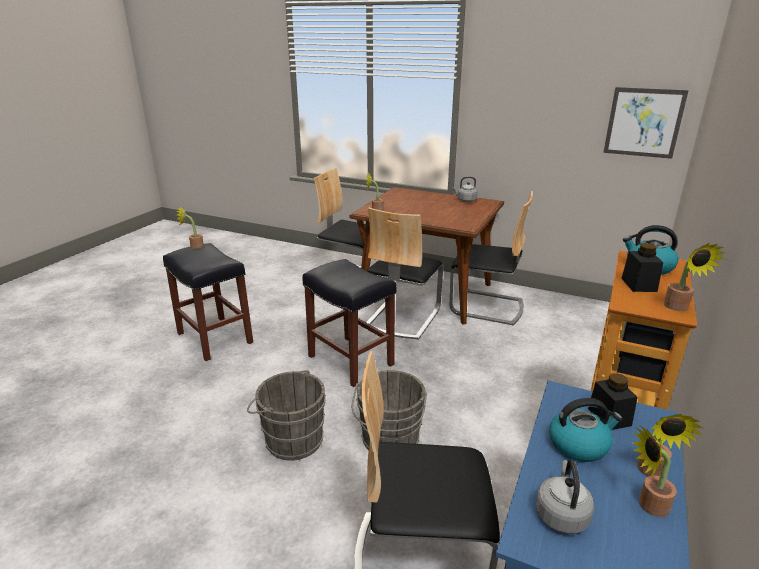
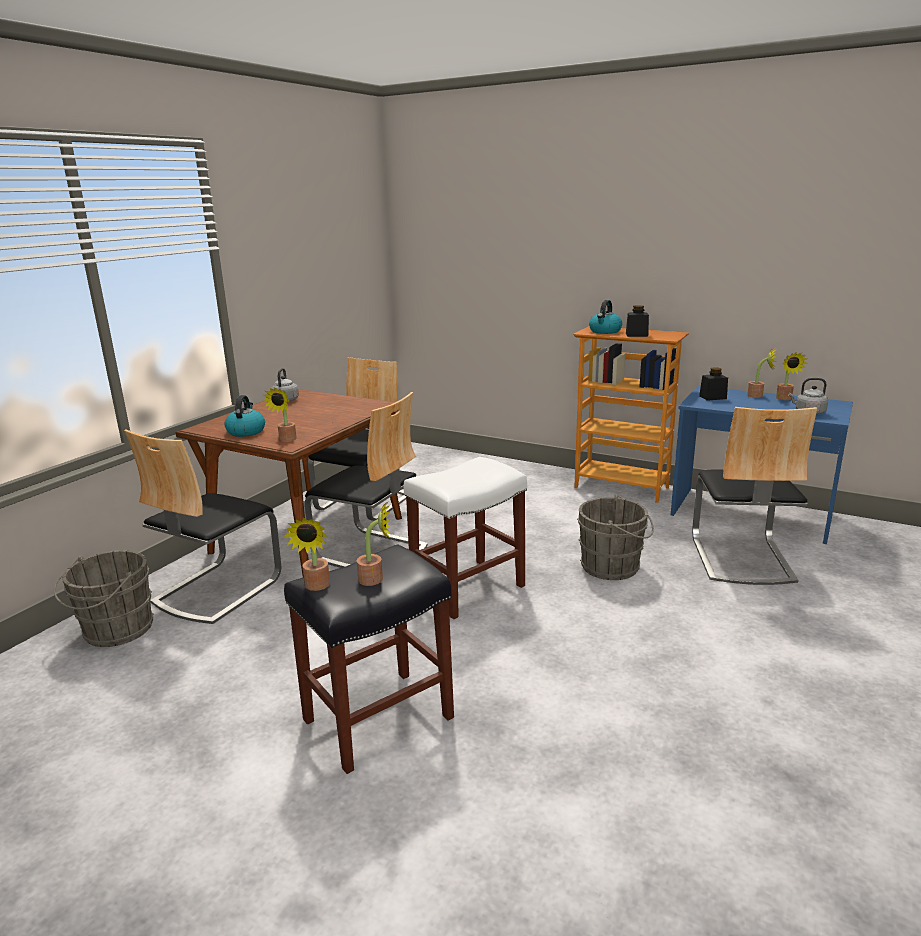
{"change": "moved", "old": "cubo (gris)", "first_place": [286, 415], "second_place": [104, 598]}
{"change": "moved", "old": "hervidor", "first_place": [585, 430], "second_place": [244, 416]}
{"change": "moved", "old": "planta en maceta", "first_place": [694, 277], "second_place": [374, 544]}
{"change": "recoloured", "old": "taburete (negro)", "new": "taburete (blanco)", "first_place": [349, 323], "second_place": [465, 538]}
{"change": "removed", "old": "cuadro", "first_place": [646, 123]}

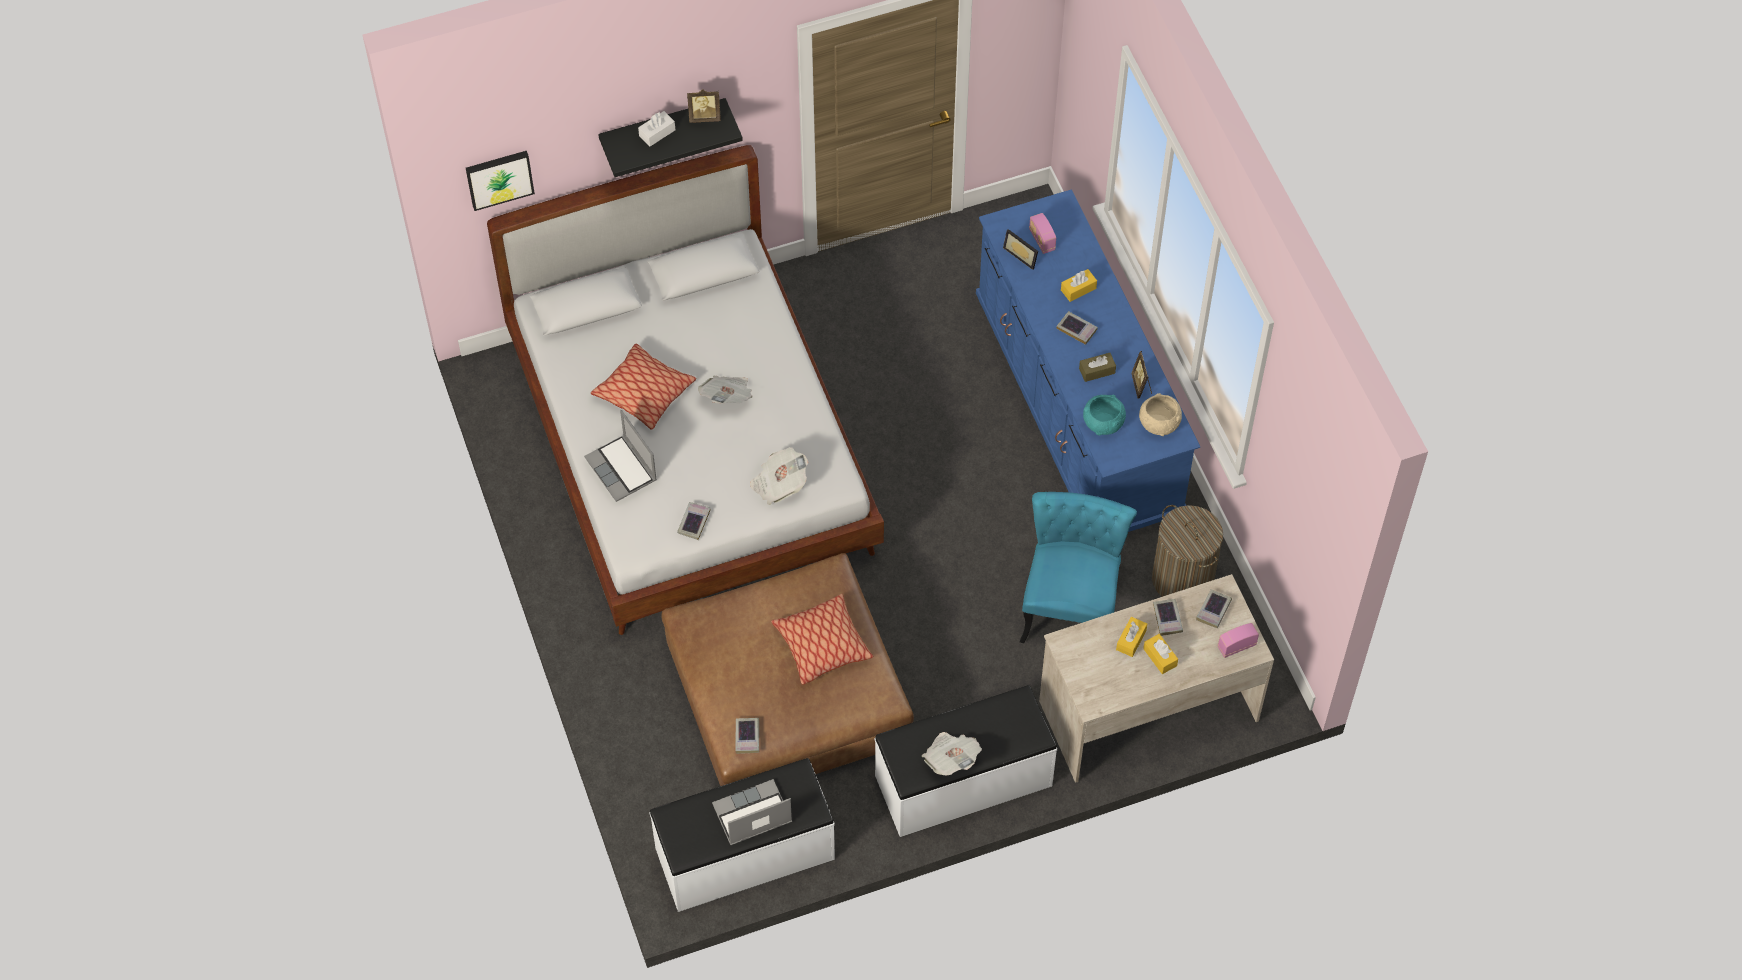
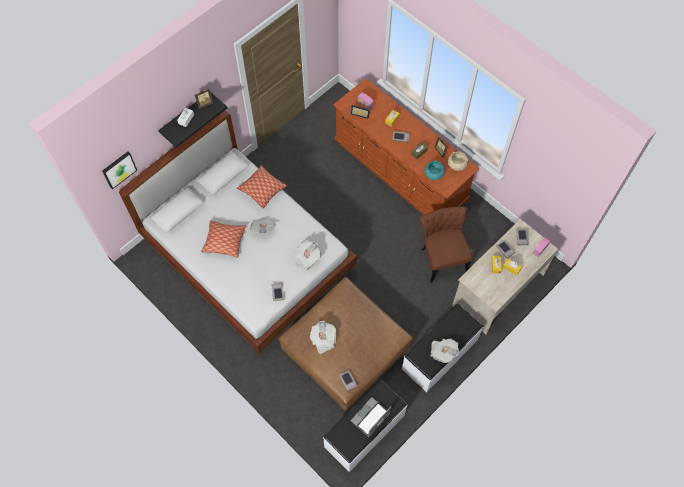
{"change": "moved", "old": "cojín", "first_place": [822, 639], "second_place": [262, 187]}
{"change": "added", "new": "periódico", "second_place": [323, 337]}
{"change": "recoloured", "old": "cómoda (azul)", "new": "cómoda (marrón)", "first_place": [1088, 360], "second_place": [406, 146]}
{"change": "recoloured", "old": "silla (turquesa)", "new": "silla (marrón)", "first_place": [1078, 567], "second_place": [446, 245]}
{"change": "removed", "old": "portátil", "first_place": [620, 456]}
{"change": "removed", "old": "cesto de la ropa", "first_place": [1187, 551]}

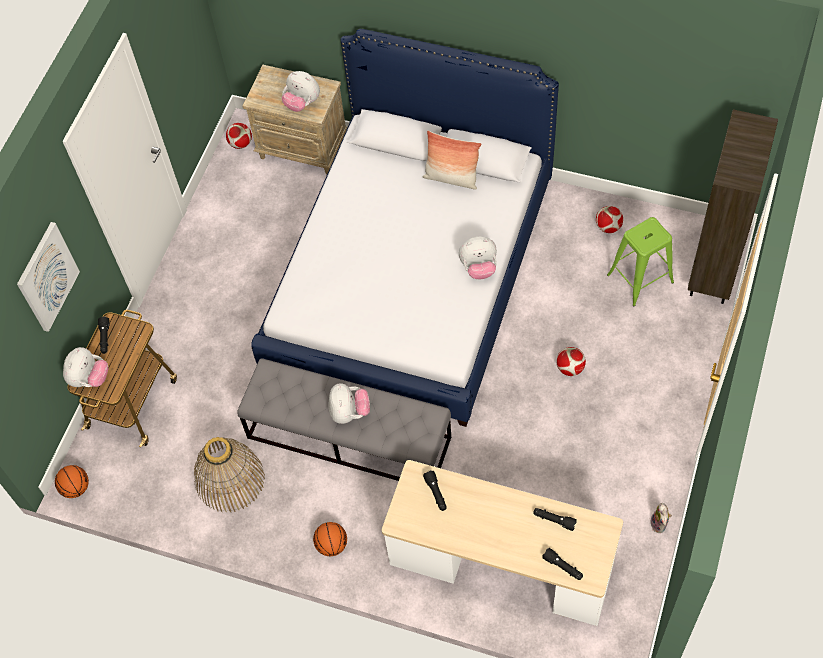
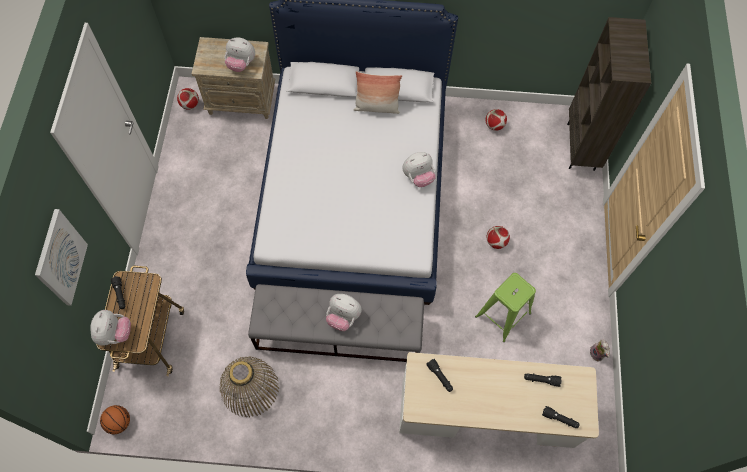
{"change": "turned", "old": "peluche", "first_place": [349, 403], "second_place": [344, 312], "degrees": 135}
{"change": "moved", "old": "taburete (verde)", "first_place": [640, 261], "second_place": [505, 307]}
{"change": "removed", "old": "balón de baloncesto", "first_place": [330, 539]}

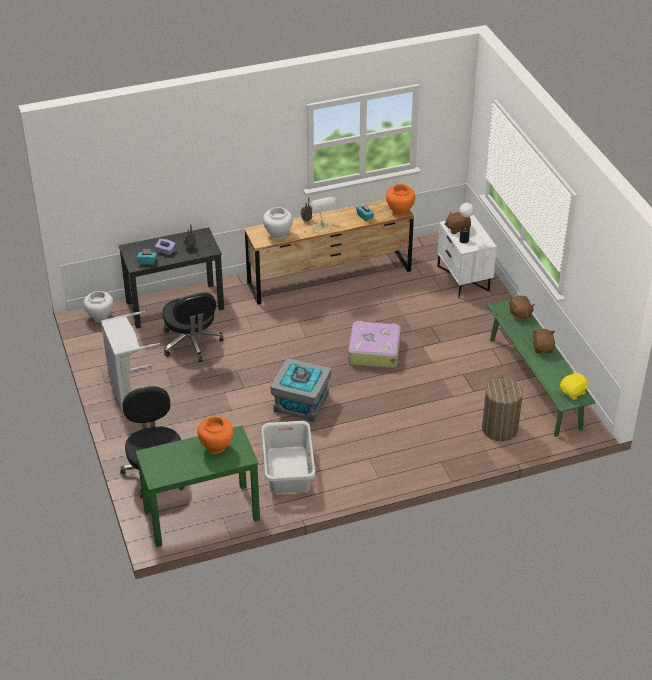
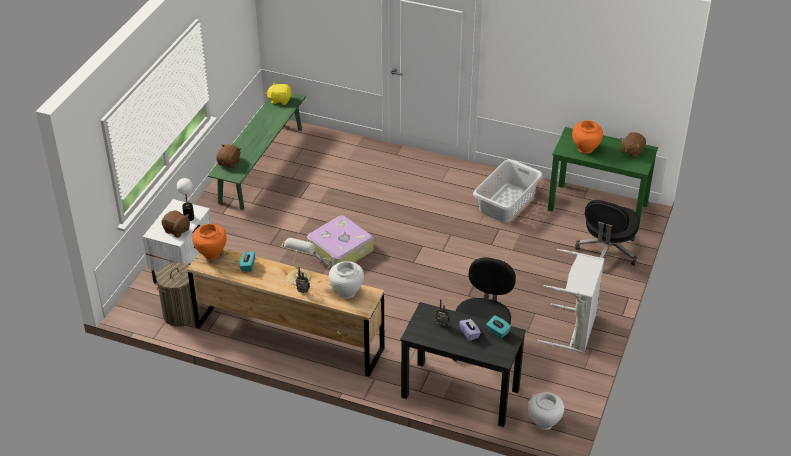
{"change": "moved", "old": "cesto de la ropa", "first_place": [502, 409], "second_place": [177, 295]}
{"change": "moved", "old": "peluche (marrón)", "first_place": [543, 341], "second_place": [633, 145]}
{"change": "removed", "old": "caja de almacenaje (gris)", "first_place": [301, 390]}

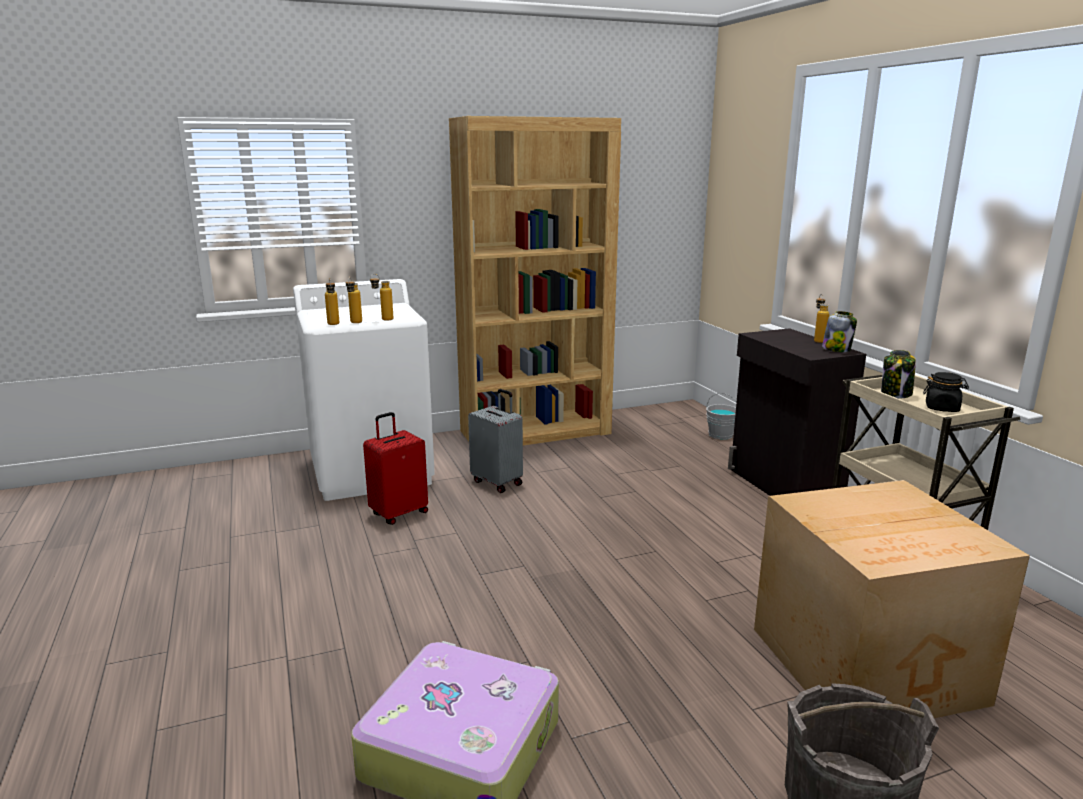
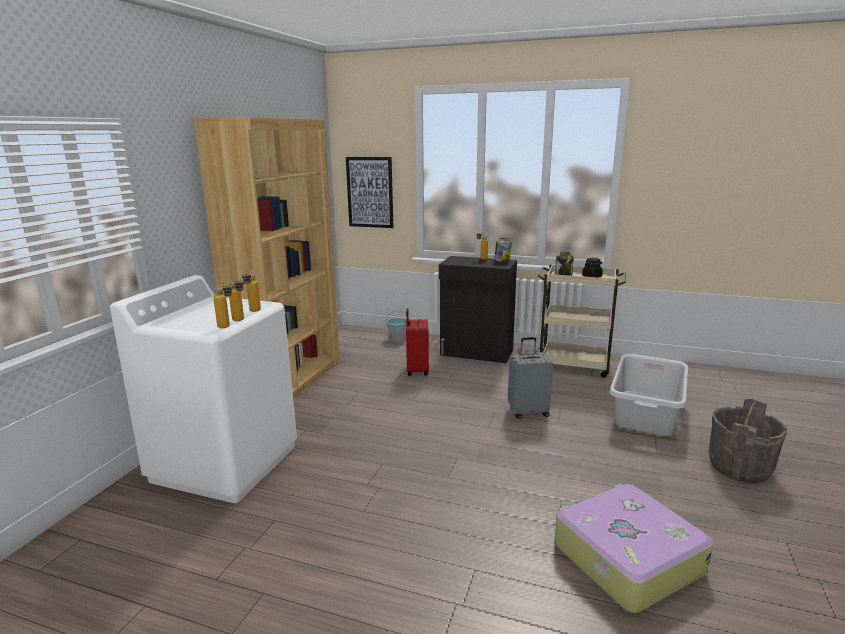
{"change": "added", "new": "cuadro", "second_place": [370, 192]}
{"change": "moved", "old": "maleta (rojo)", "first_place": [395, 468], "second_place": [417, 342]}
{"change": "moved", "old": "maleta (gris)", "first_place": [495, 441], "second_place": [530, 378]}
{"change": "replaced", "old": "caja de cartón", "new": "cesto de la ropa (gris)", "first_place": [892, 599], "second_place": [648, 395]}

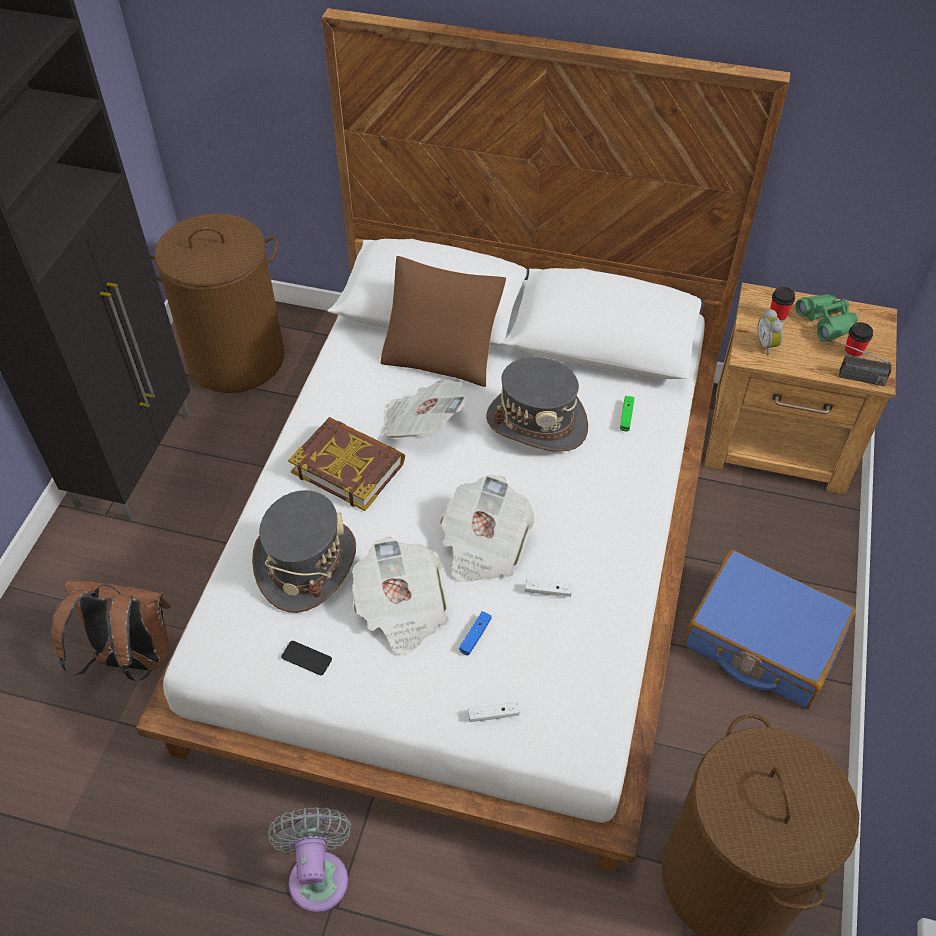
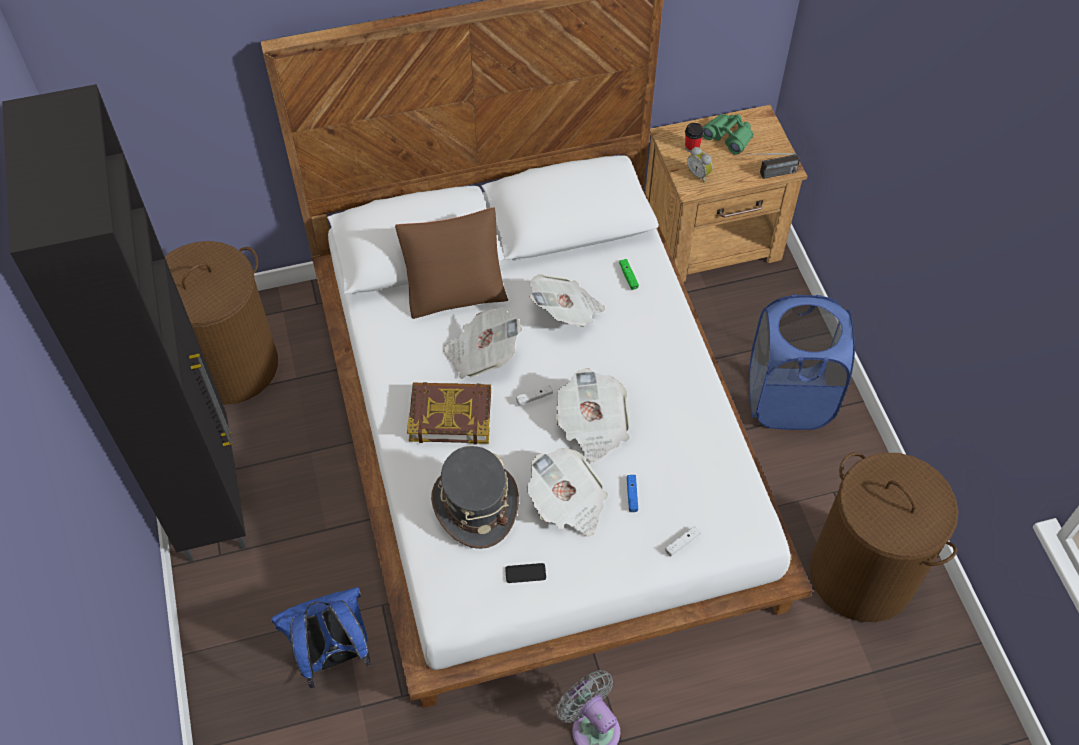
{"change": "recoloured", "old": "mochila (marrón)", "new": "mochila (azul)", "first_place": [111, 631], "second_place": [321, 637]}
{"change": "moved", "old": "mando de consola (blanco)", "first_place": [548, 588], "second_place": [534, 395]}
{"change": "replaced", "old": "sombrero (gris)", "new": "periódico", "first_place": [537, 404], "second_place": [567, 300]}
{"change": "replaced", "old": "maleta (azul)", "new": "cesto de la ropa (azul)", "first_place": [770, 629], "second_place": [802, 362]}
{"change": "removed", "old": "taza", "first_place": [858, 340]}

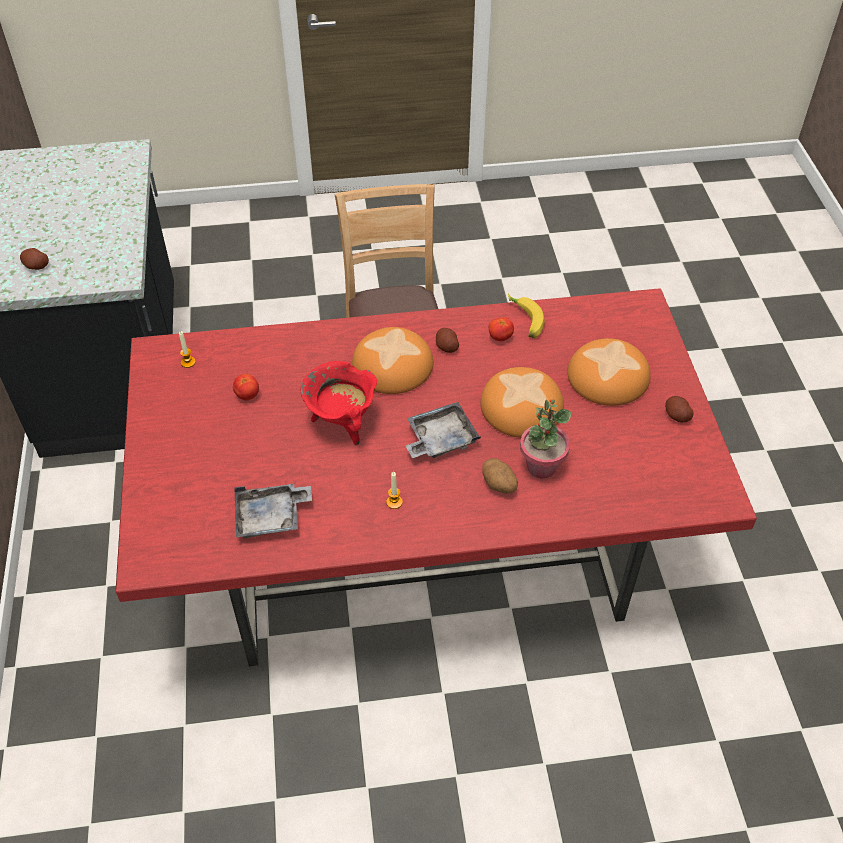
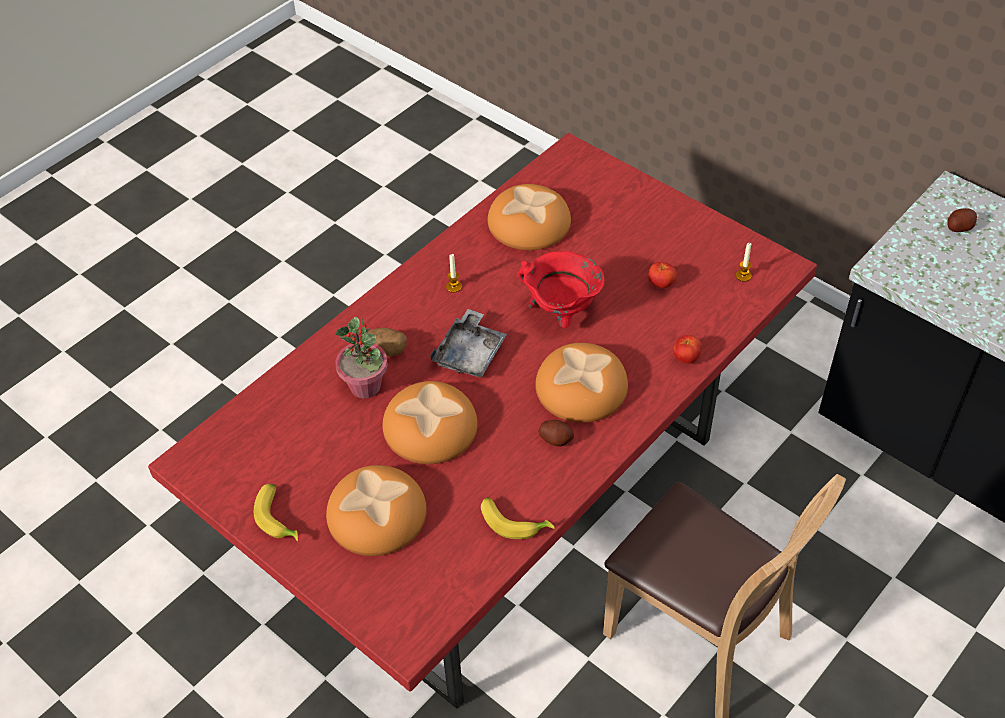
{"change": "replaced", "old": "patata", "new": "plátano", "first_place": [679, 409], "second_place": [276, 513]}
{"change": "replaced", "old": "bandeja (gris)", "new": "pan", "first_place": [273, 511], "second_place": [529, 217]}
{"change": "moved", "old": "tomate", "first_place": [501, 329], "second_place": [687, 349]}

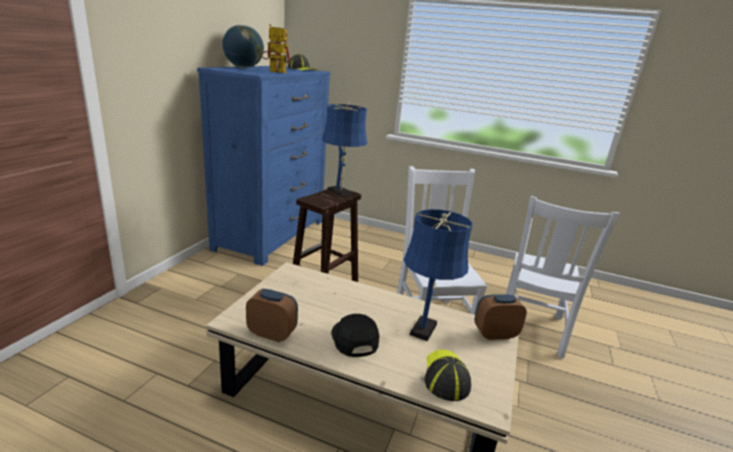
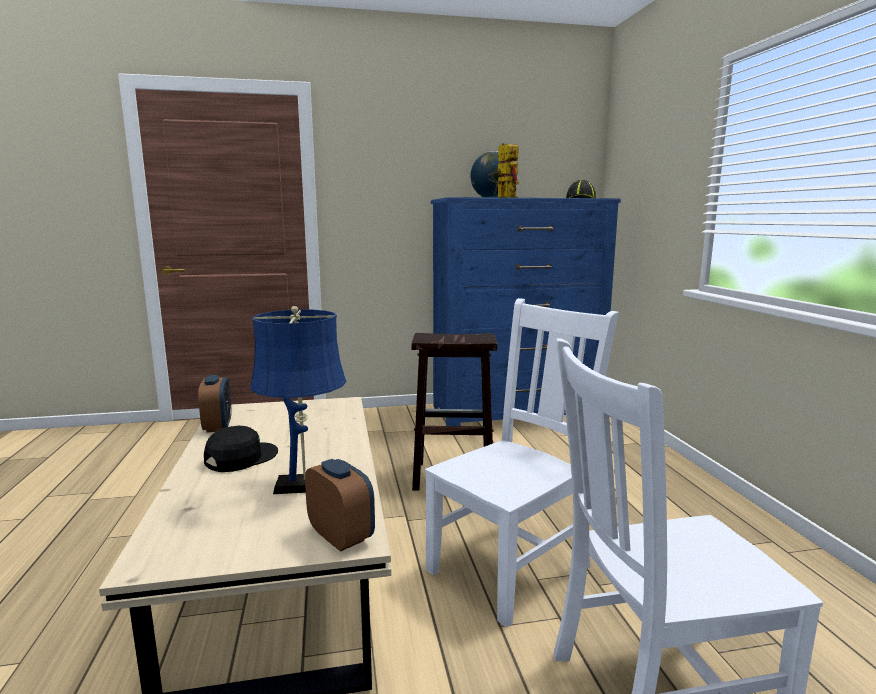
{"change": "removed", "old": "lámpara de mesa (azul)", "first_place": [344, 149]}
{"change": "removed", "old": "gorra", "first_place": [448, 375]}

